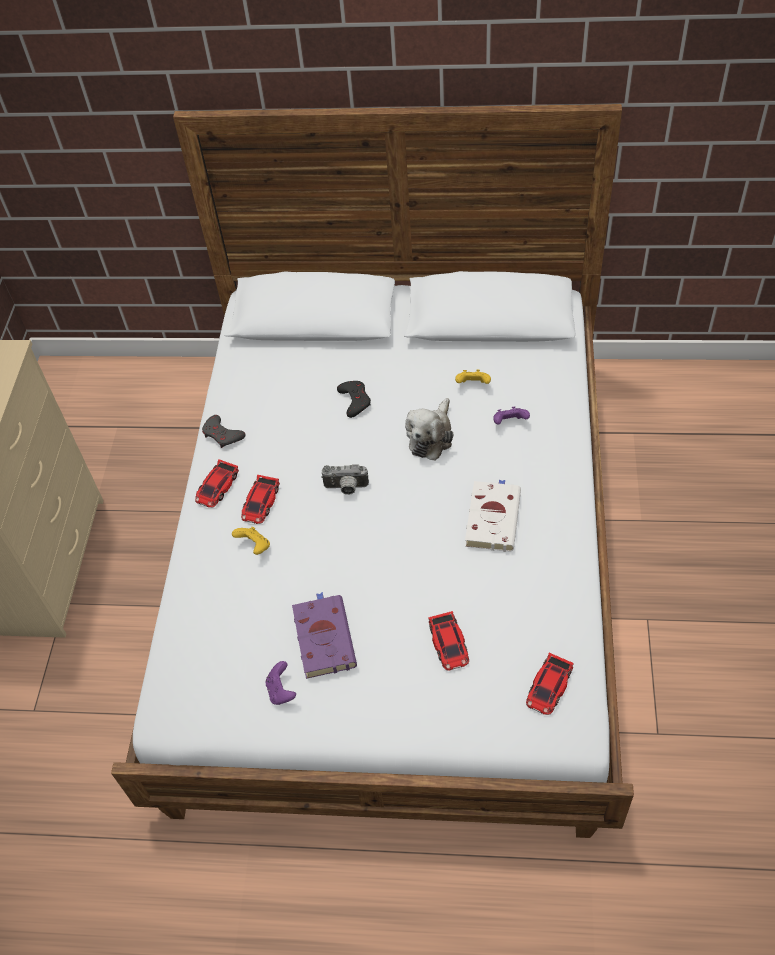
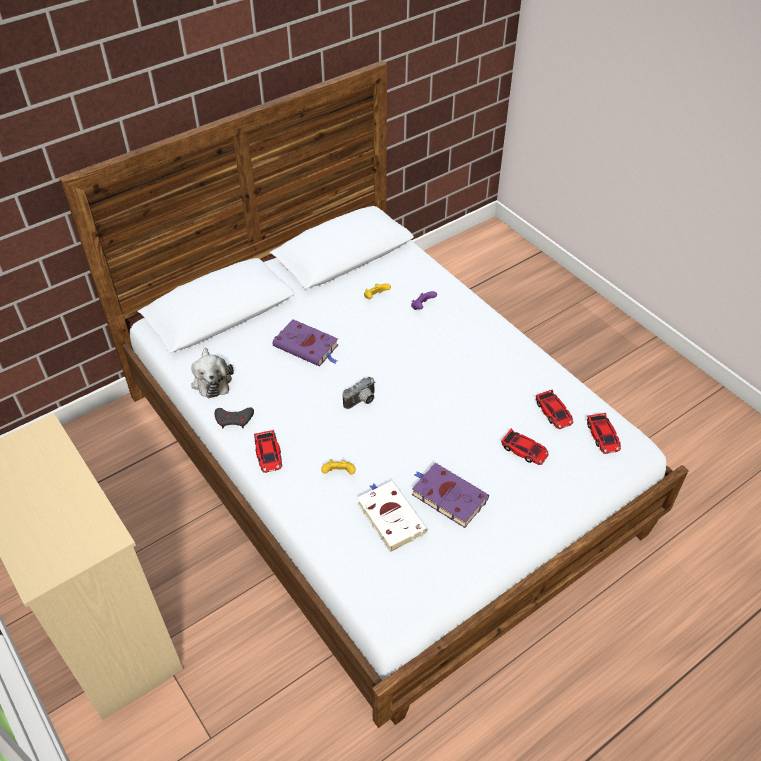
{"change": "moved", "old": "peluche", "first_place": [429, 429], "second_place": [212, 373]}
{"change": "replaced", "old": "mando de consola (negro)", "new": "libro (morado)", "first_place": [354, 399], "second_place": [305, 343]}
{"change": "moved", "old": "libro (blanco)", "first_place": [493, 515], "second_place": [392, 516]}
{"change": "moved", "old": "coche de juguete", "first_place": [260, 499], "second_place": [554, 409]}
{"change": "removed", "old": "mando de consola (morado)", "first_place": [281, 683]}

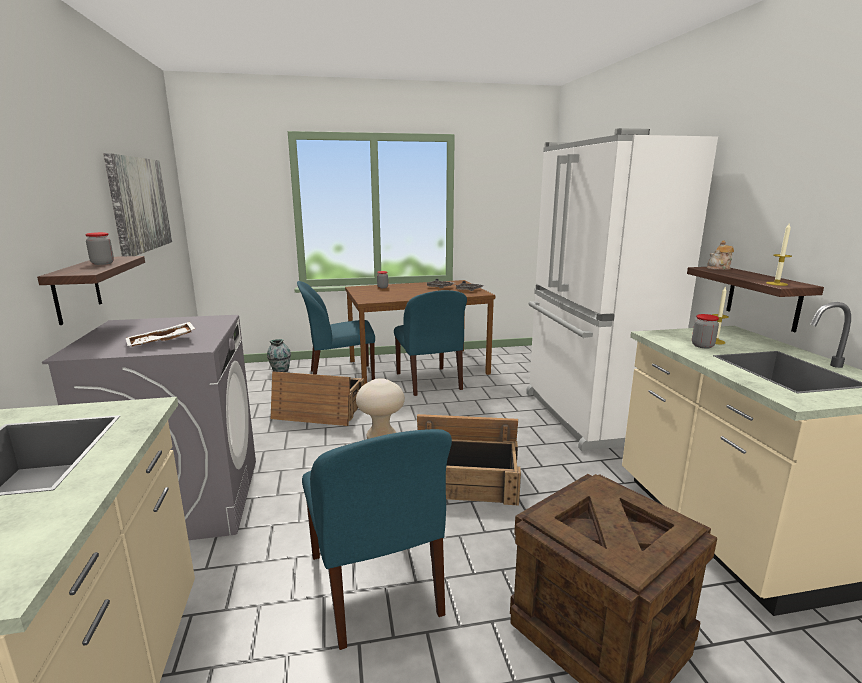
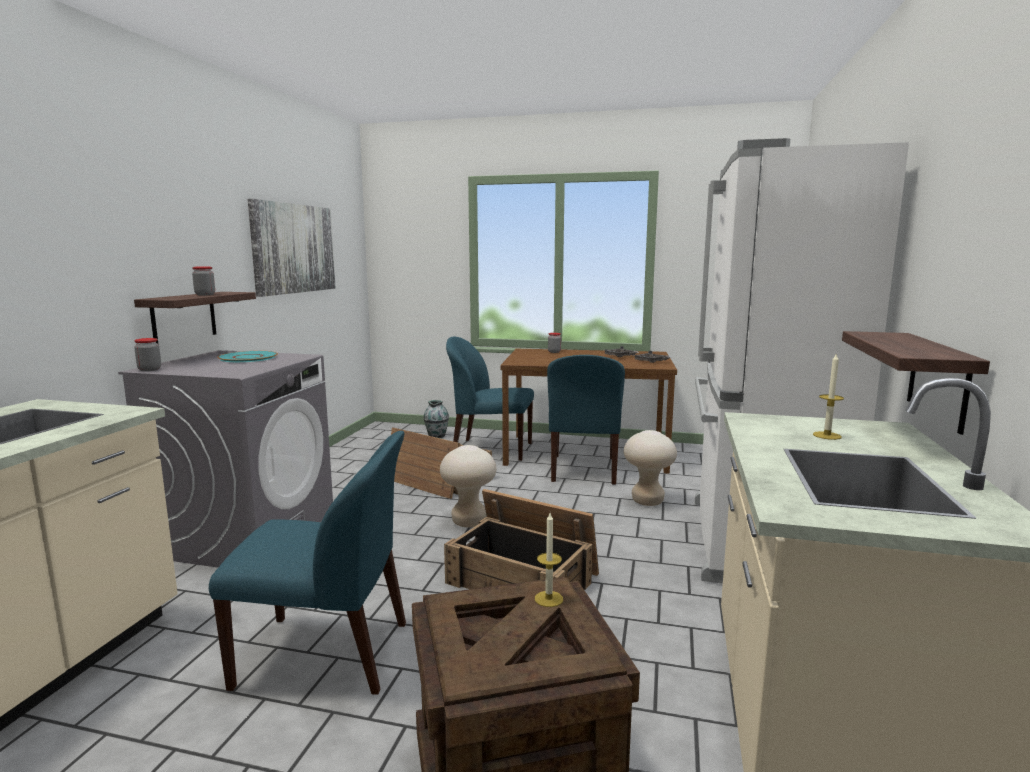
{"change": "moved", "old": "tarro", "first_place": [705, 331], "second_place": [147, 354]}
{"change": "turned", "old": "silla (azul)", "first_place": [377, 539], "second_place": [307, 563], "degrees": -90}
{"change": "added", "new": "plato (turquesa)", "second_place": [247, 356]}
{"change": "moved", "old": "vela", "first_place": [779, 255], "second_place": [549, 560]}
{"change": "added", "new": "taburete (beis)", "second_place": [650, 468]}
{"change": "removed", "old": "bandeja (blanco)", "first_place": [160, 334]}
{"change": "removed", "old": "tetera", "first_place": [720, 255]}

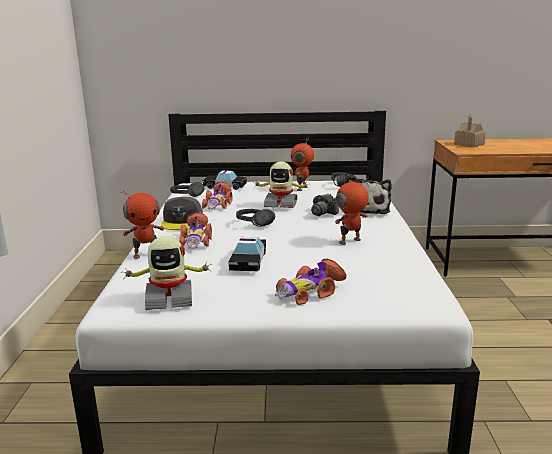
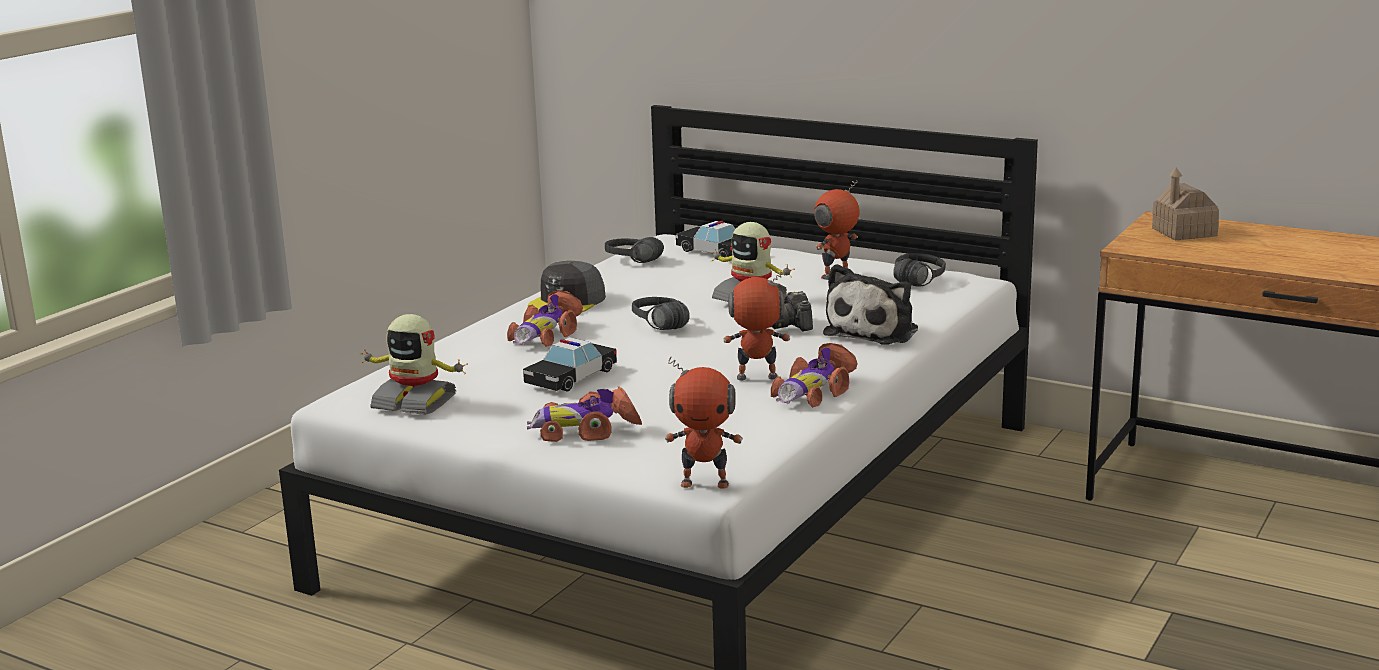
{"change": "moved", "old": "robot de juguete", "first_place": [142, 224], "second_place": [704, 423]}
{"change": "moved", "old": "coche de juguete", "first_place": [217, 195], "second_place": [814, 375]}

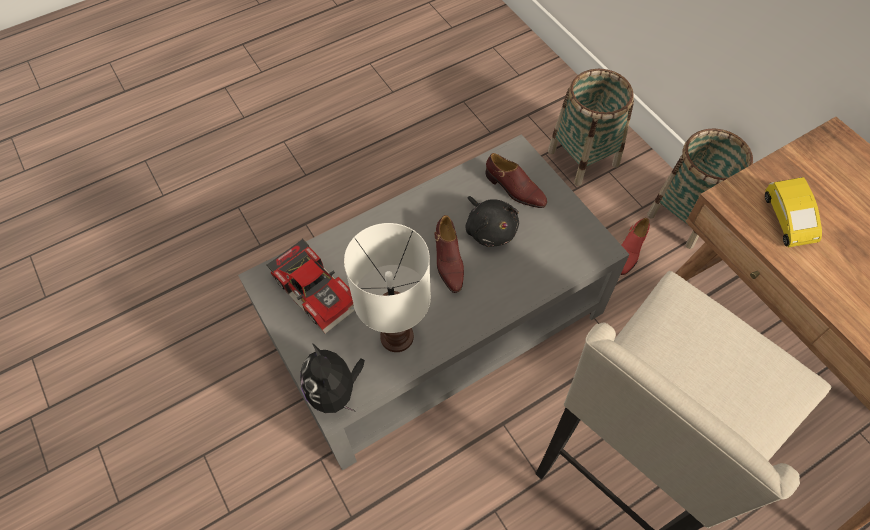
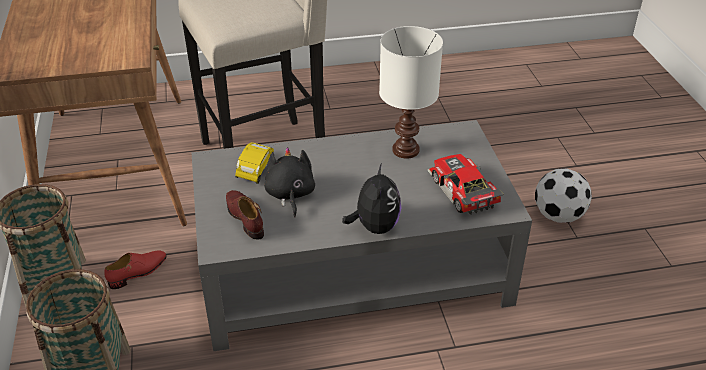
{"change": "moved", "old": "coche de juguete (amarillo)", "first_place": [793, 212], "second_place": [254, 163]}
{"change": "moved", "old": "peluche", "first_place": [332, 378], "second_place": [371, 198]}
{"change": "added", "new": "balón de fútbol", "second_place": [563, 195]}
{"change": "removed", "old": "zapato (marrón)", "first_place": [449, 254]}

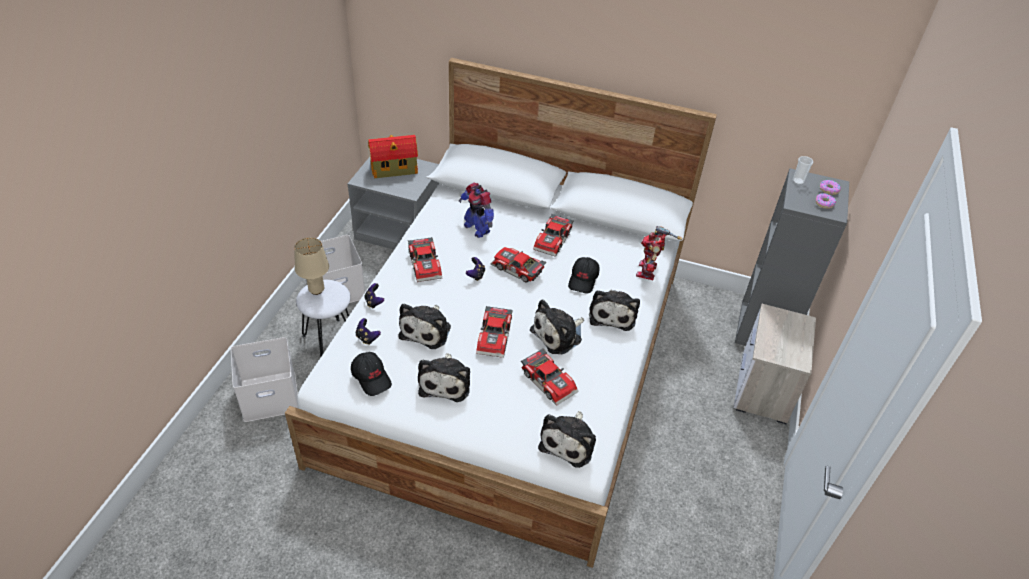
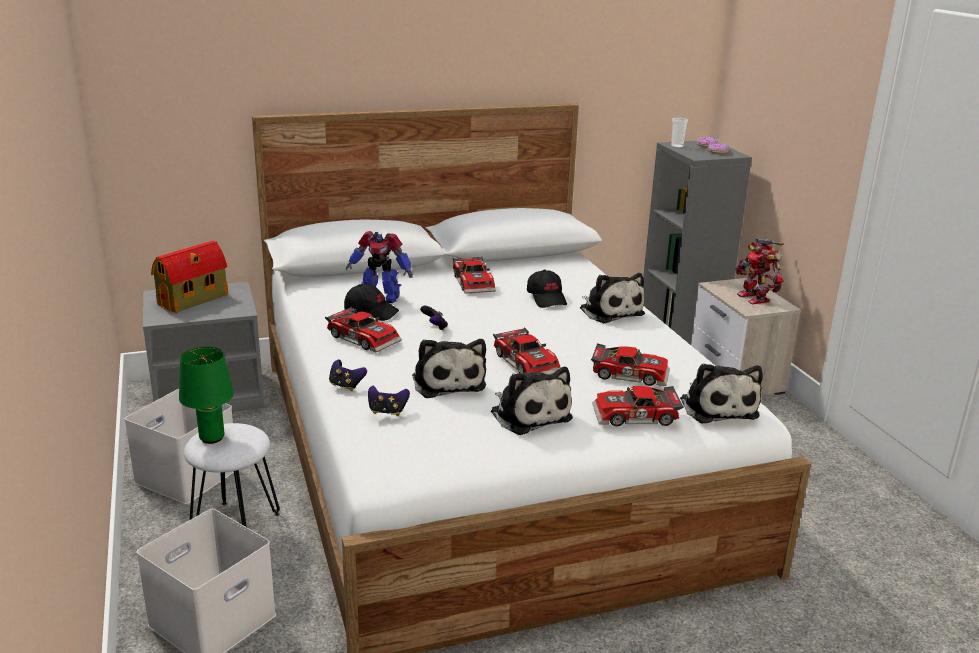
{"change": "recoloured", "old": "lámpara de mesa (beis)", "new": "lámpara de mesa (verde)", "first_place": [311, 266], "second_place": [206, 395]}
{"change": "moved", "old": "gorra (negro)", "first_place": [371, 374], "second_place": [371, 302]}
{"change": "moved", "old": "coche de juguete", "first_place": [518, 264], "second_place": [638, 406]}
{"change": "moved", "old": "robot de juguete", "first_place": [659, 253], "second_place": [760, 271]}
{"change": "removed", "old": "peluche", "first_place": [557, 326]}

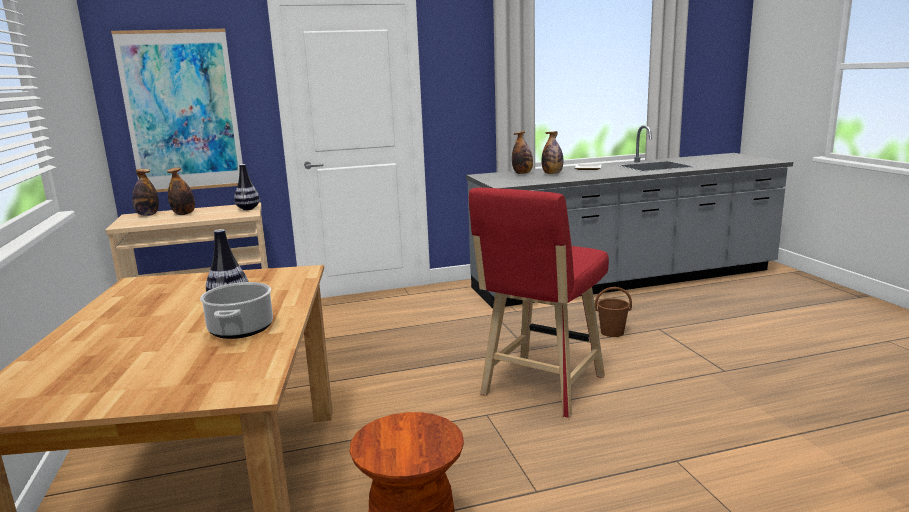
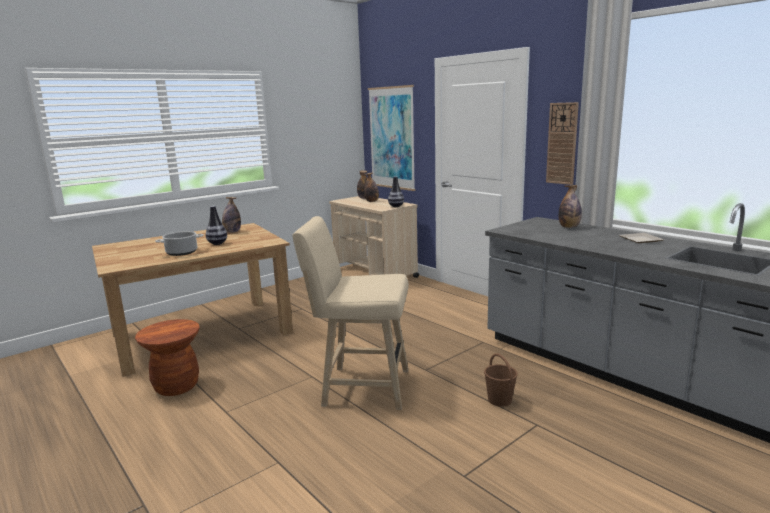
{"change": "moved", "old": "botella", "first_place": [552, 152], "second_place": [231, 215]}
{"change": "recoloured", "old": "taburete (rojo)", "new": "taburete (beis)", "first_place": [539, 303], "second_place": [351, 313]}
{"change": "added", "new": "reloj de pared", "second_place": [562, 143]}

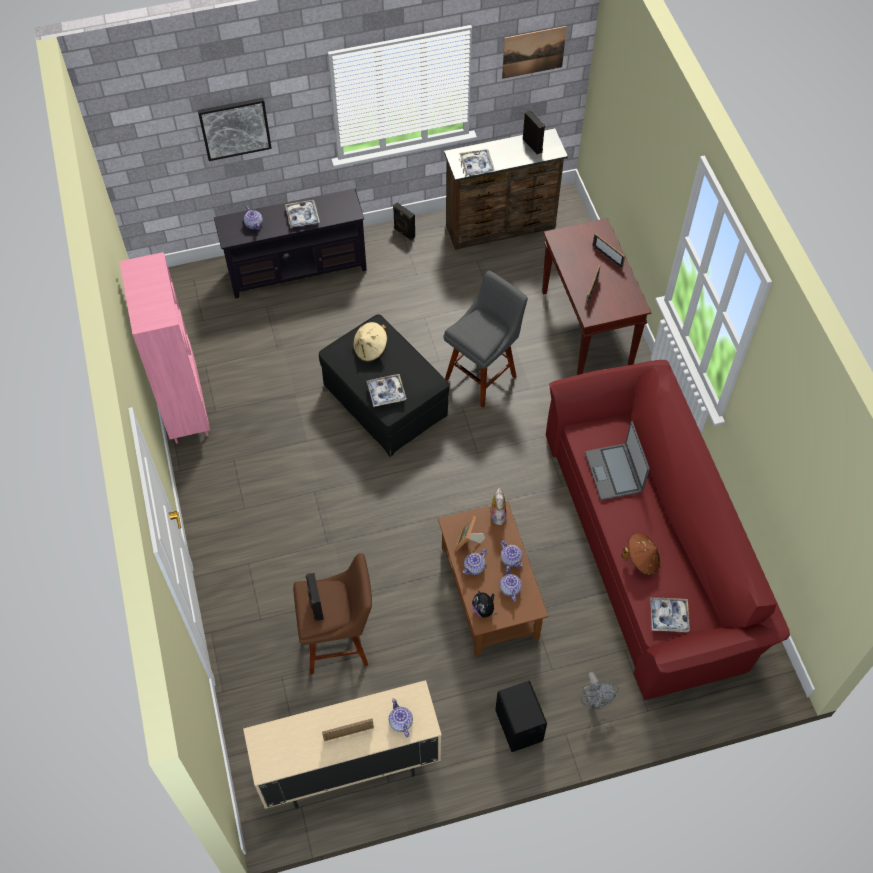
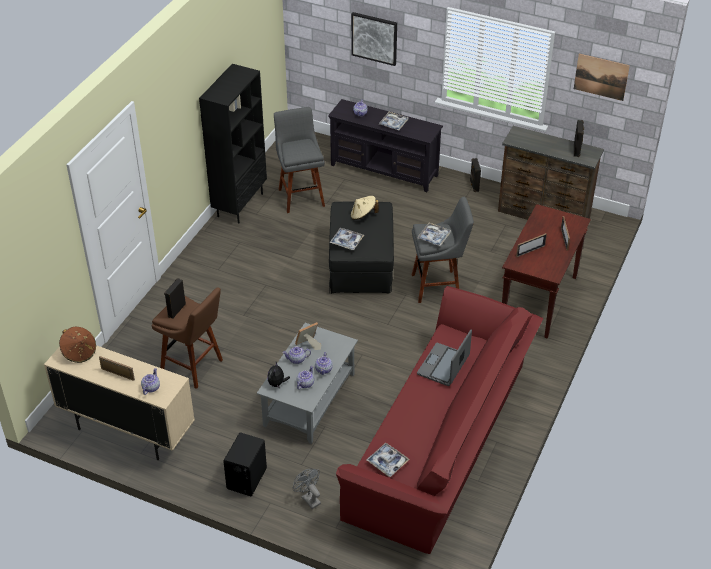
{"change": "moved", "old": "sombrero (marrón)", "first_place": [640, 554], "second_place": [77, 345]}
{"change": "recoloured", "old": "estantería (rosa)", "new": "estantería (negro)", "first_place": [164, 348], "second_place": [233, 144]}
{"change": "recoloured", "old": "mesa de centro (marrón)", "new": "mesa de centro (gris)", "first_place": [493, 579], "second_place": [307, 383]}
{"change": "added", "new": "taburete (gris)", "second_place": [299, 160]}
{"change": "turned", "old": "ventilador (gris)", "first_place": [599, 690], "second_place": [307, 489], "degrees": 120}
{"change": "moved", "old": "bandeja", "first_place": [477, 162], "second_place": [434, 234]}
{"change": "removed", "old": "peluche", "first_place": [497, 506]}

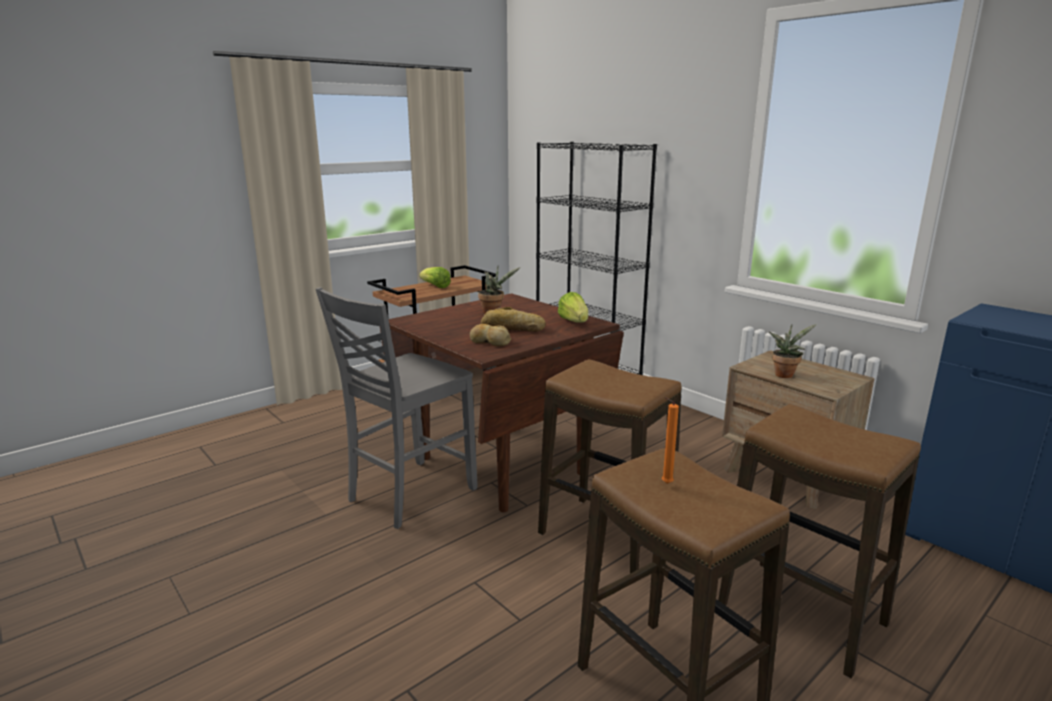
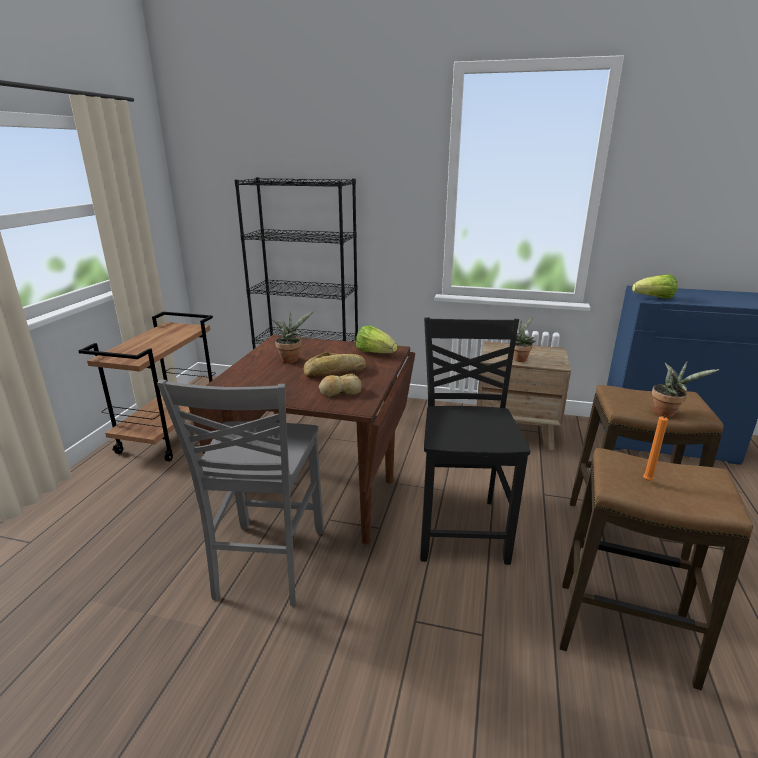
{"change": "replaced", "old": "taburete", "new": "silla (negro)", "first_place": [609, 466], "second_place": [475, 441]}
{"change": "moved", "old": "lechuga", "first_place": [435, 277], "second_place": [655, 286]}
{"change": "added", "new": "planta en maceta", "second_place": [685, 389]}

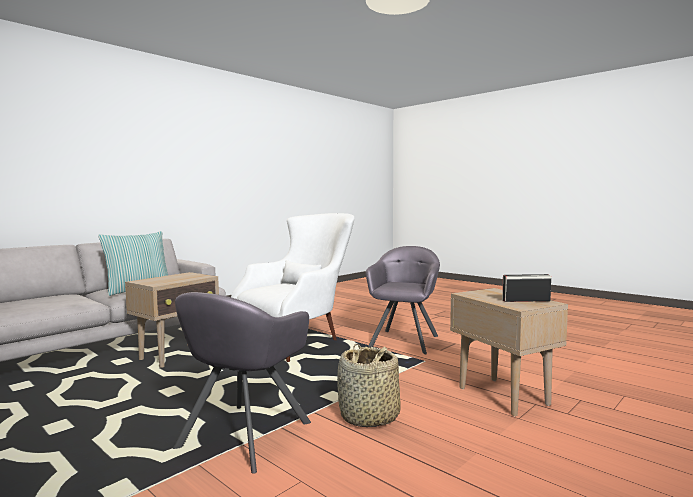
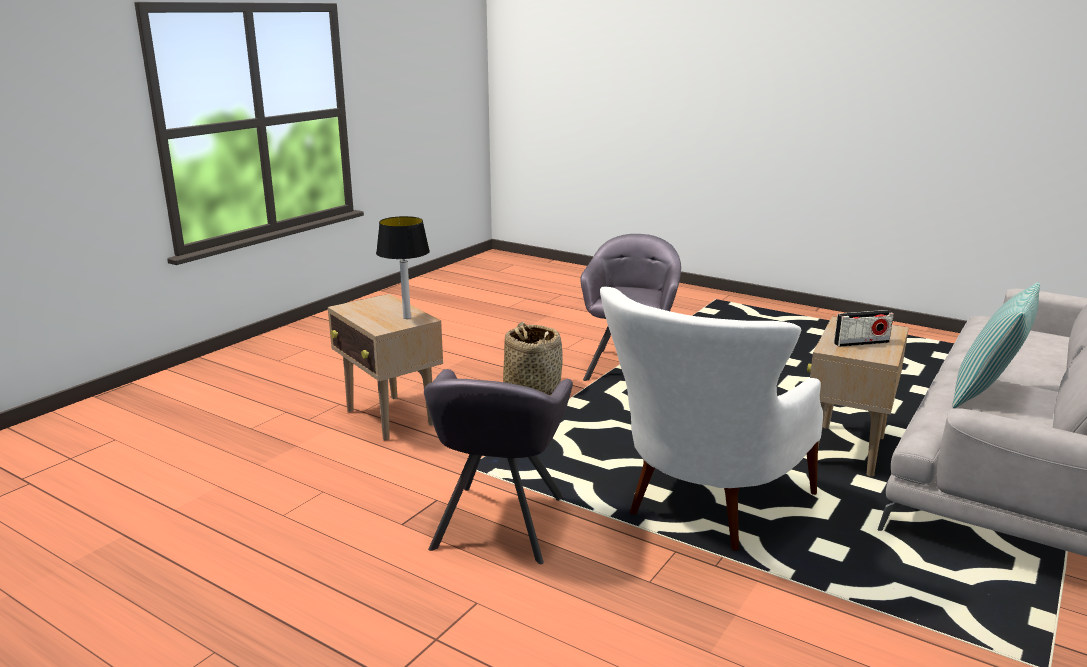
{"change": "added", "new": "lámpara de mesa", "second_place": [403, 267]}
{"change": "moved", "old": "radio", "first_place": [526, 288], "second_place": [864, 328]}

